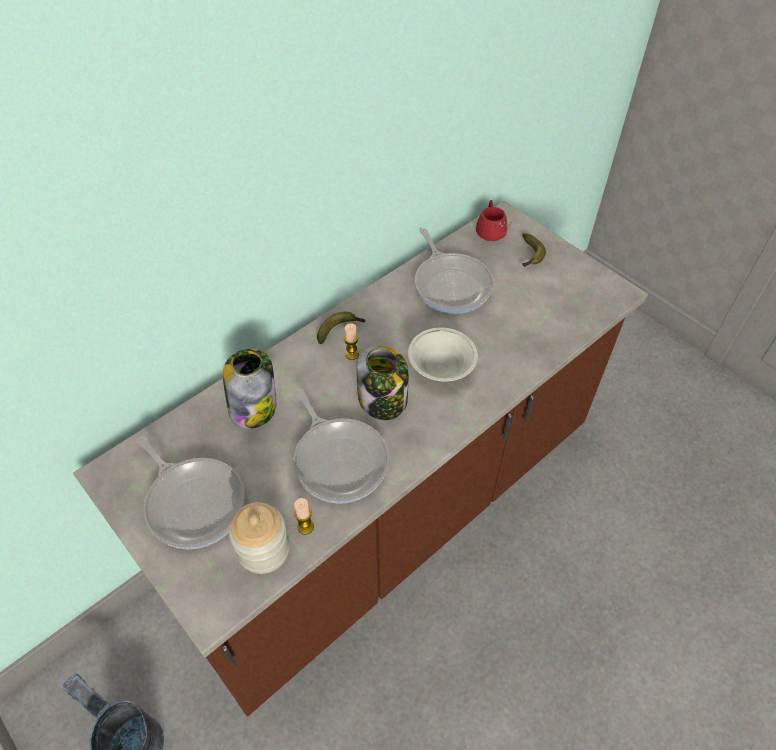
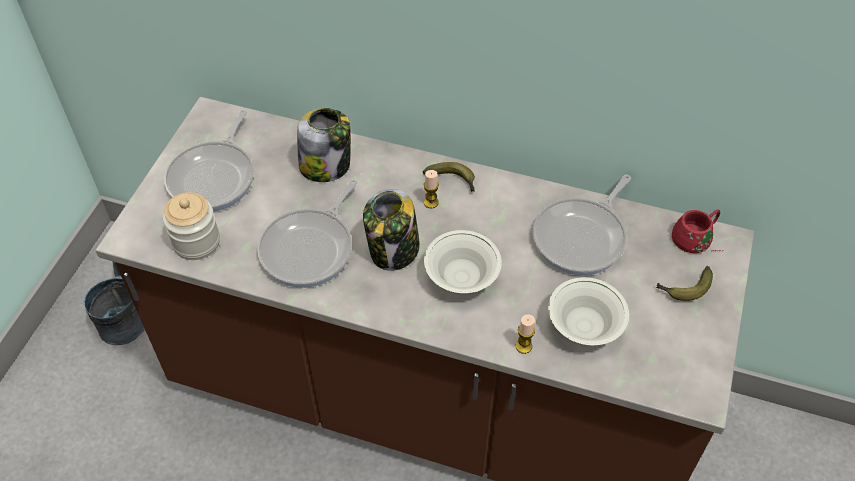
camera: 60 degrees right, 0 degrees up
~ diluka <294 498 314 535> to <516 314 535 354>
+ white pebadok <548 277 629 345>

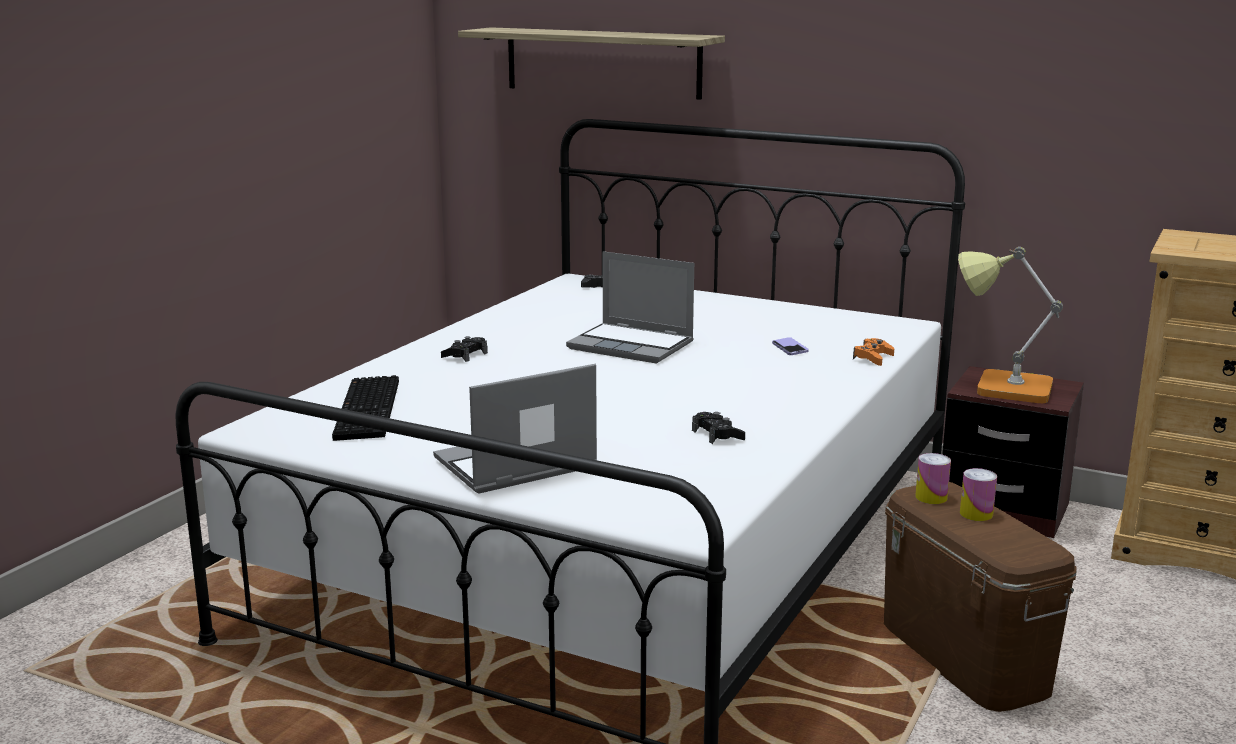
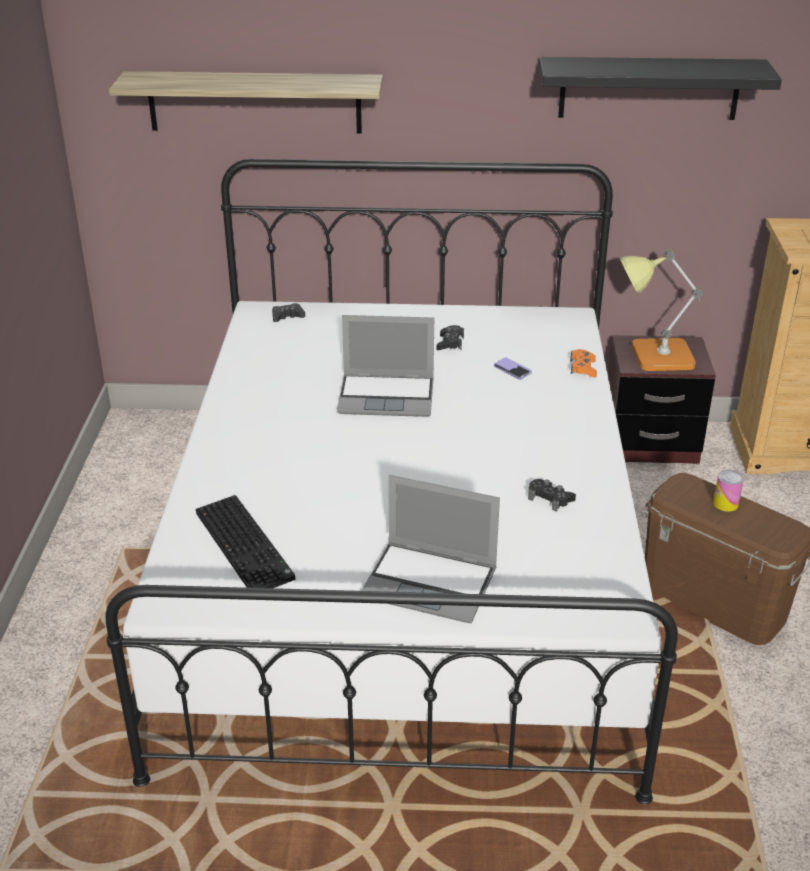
camera: 25 degrees left, 15 degrees up
~ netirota <433 364 597 494> = <361 475 500 623> 105 degrees counterclockwise
~ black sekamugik <441 336 488 362> to <437 325 464 350>
+ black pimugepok <539 57 782 120>
- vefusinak <915 453 951 504>

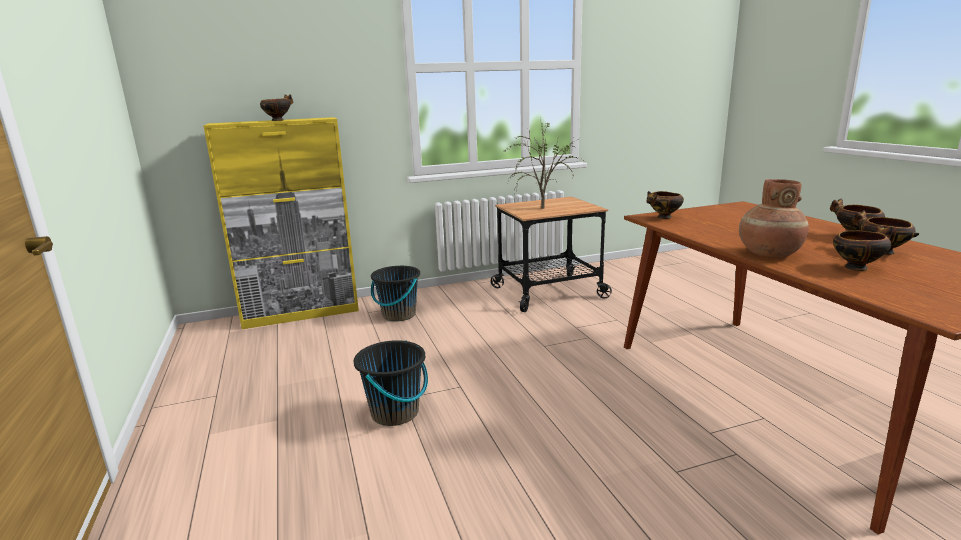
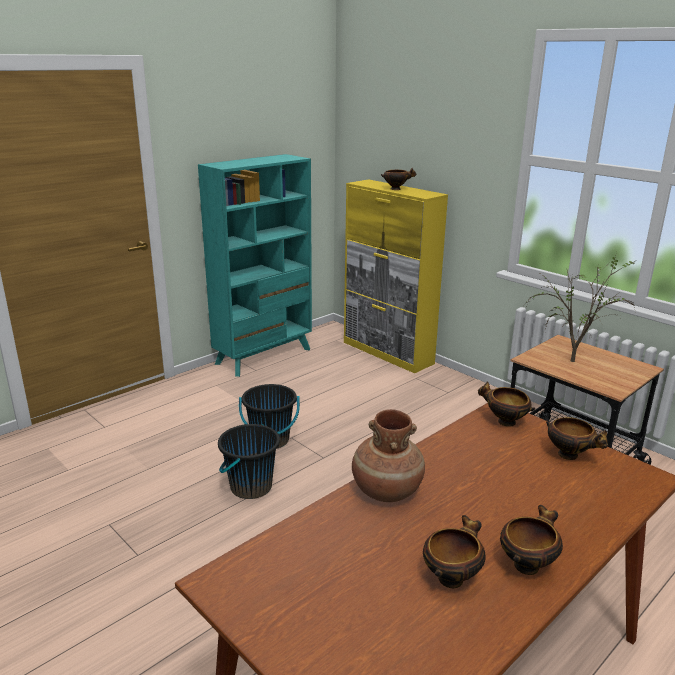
camera: 65 degrees right, 5 degrees up
+ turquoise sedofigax <198 154 312 377>
~ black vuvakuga <371 266 420 321> to <218 424 280 499>
~ pebadok <833 224 893 271> to <546 417 608 460>

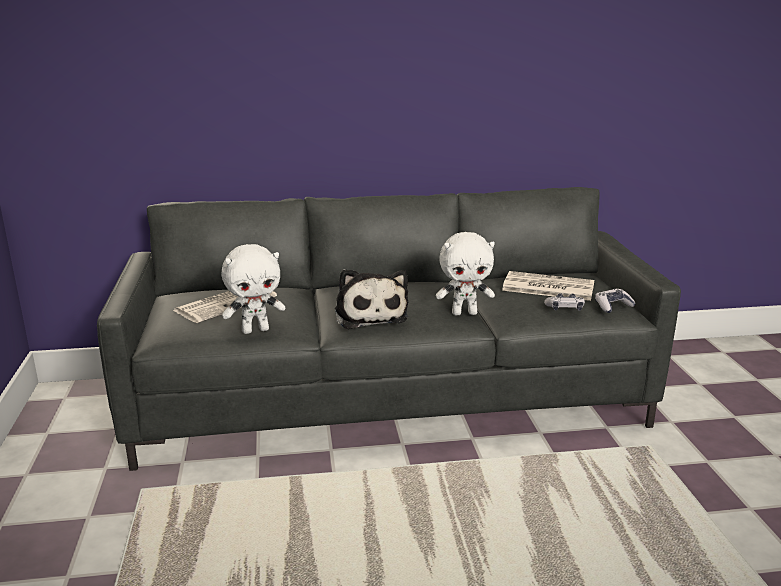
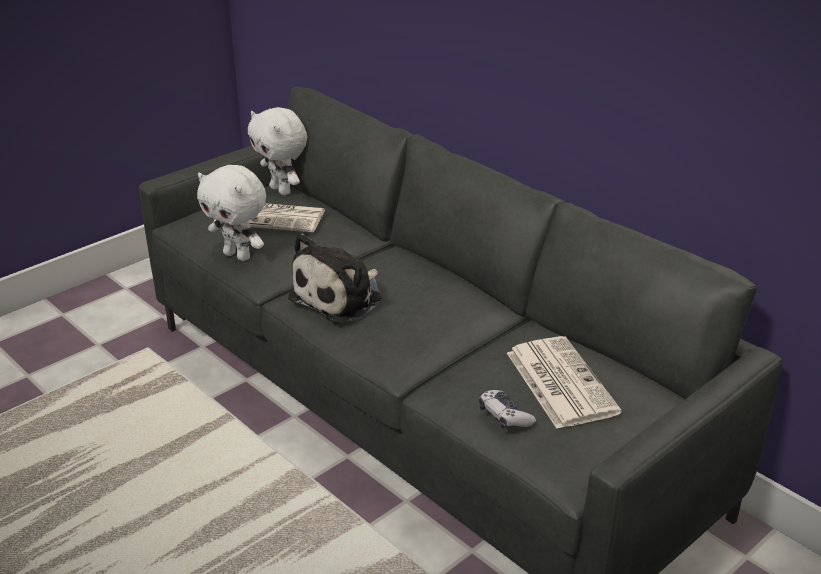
camera: 55 degrees right, 10 degrees up
~ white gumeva <436 232 495 315> to <248 107 307 195>
- sekamugik <595 289 636 313>

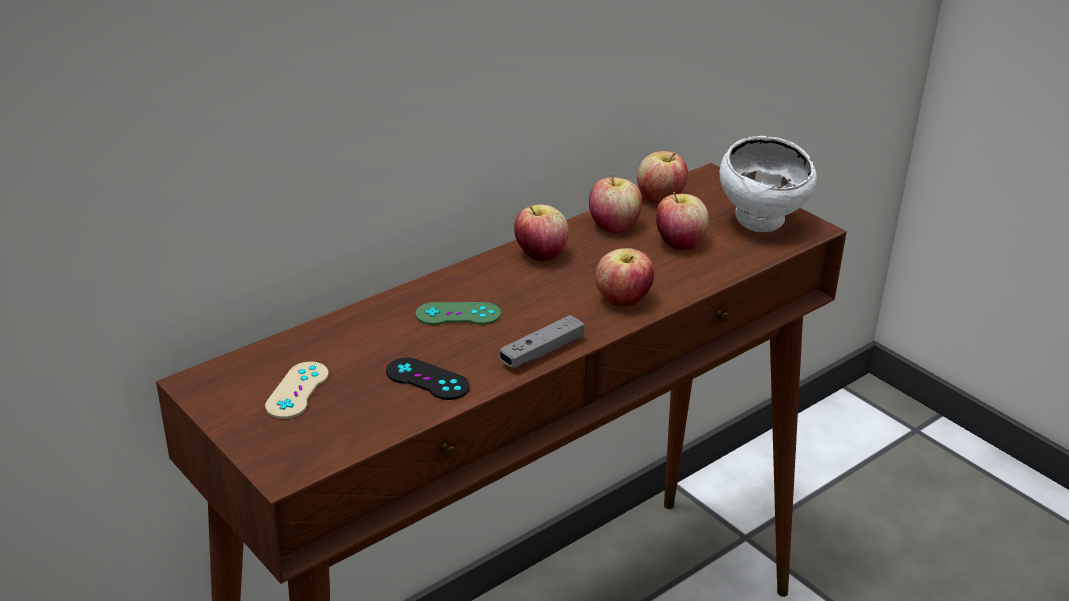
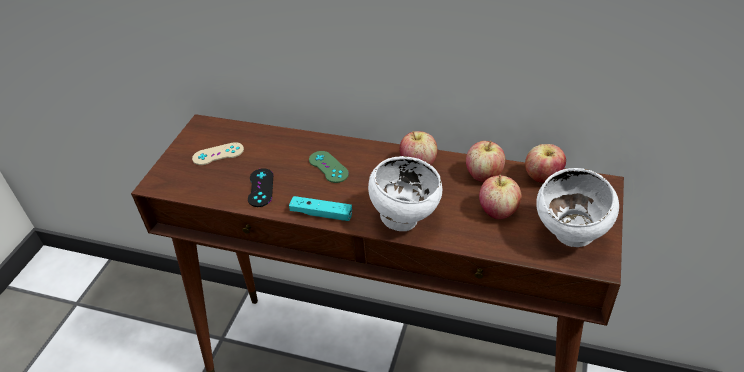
camera: 60 degrees right, 10 degrees up
~ grey sekamugik <499 315 585 368> to turquoise sekamugik <289 196 352 221>
~ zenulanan <596 248 654 306> to white pebadok <368 156 443 231>

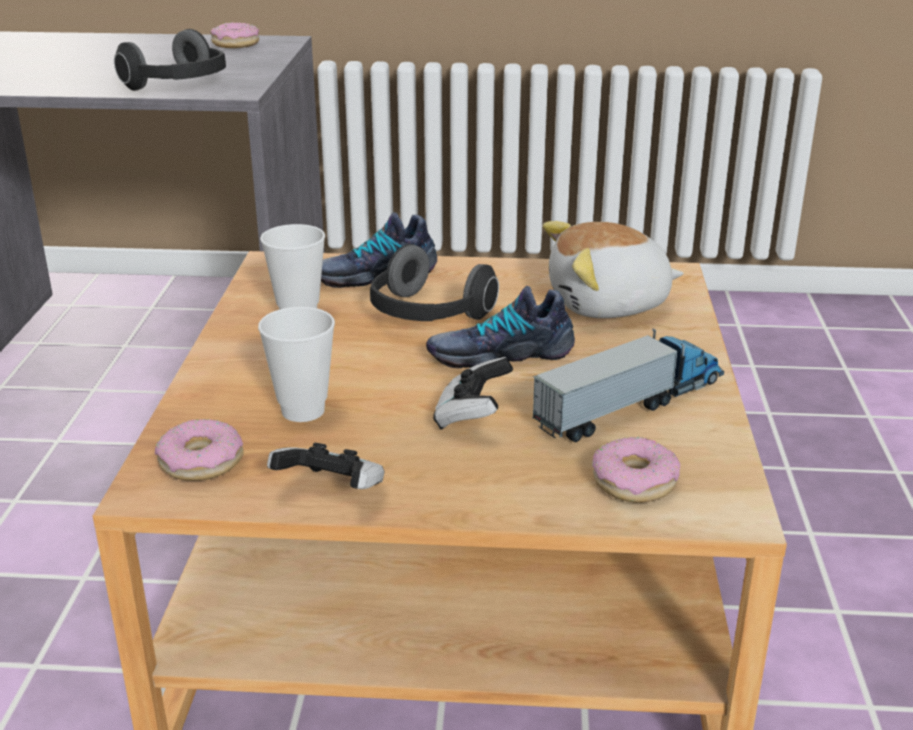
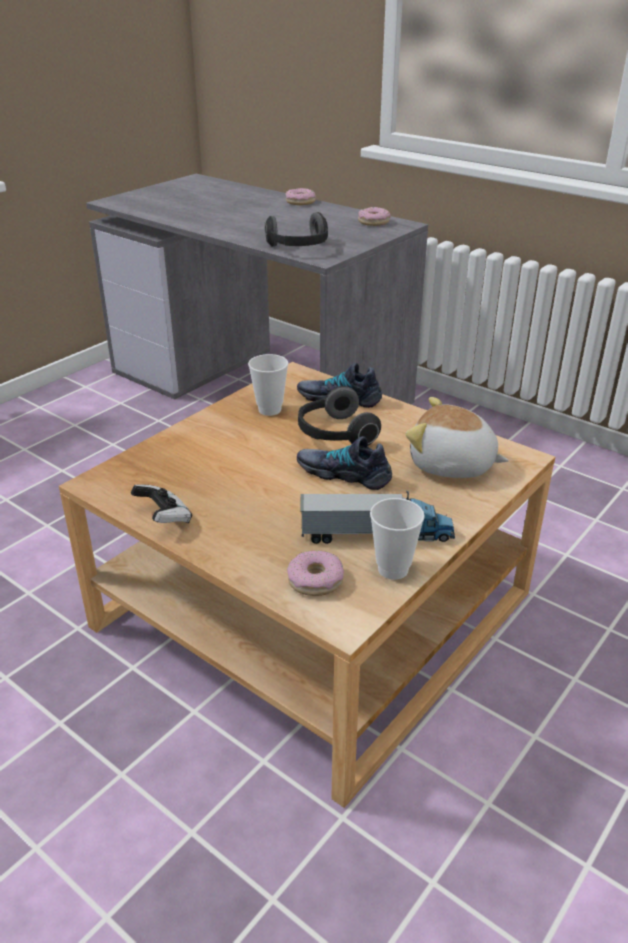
camera: 35 degrees right, 5 degrees up
~ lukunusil <155 419 244 481> to <286 188 316 205>
~ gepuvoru <258 307 335 422> to <370 498 425 580>
- sekamugik <433 357 513 430>

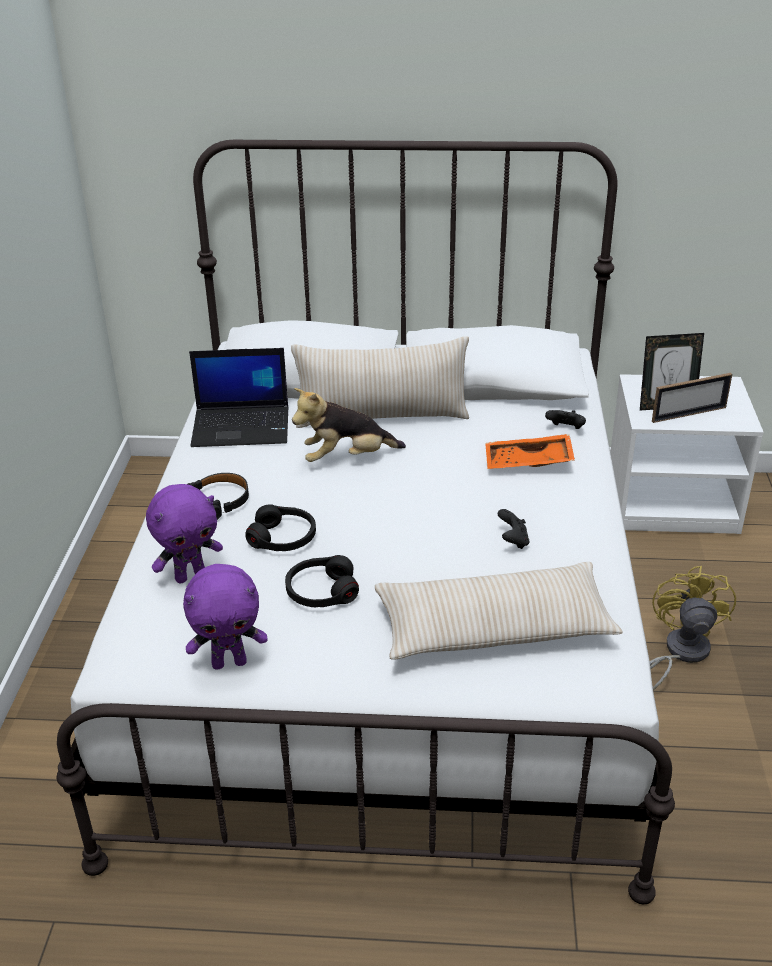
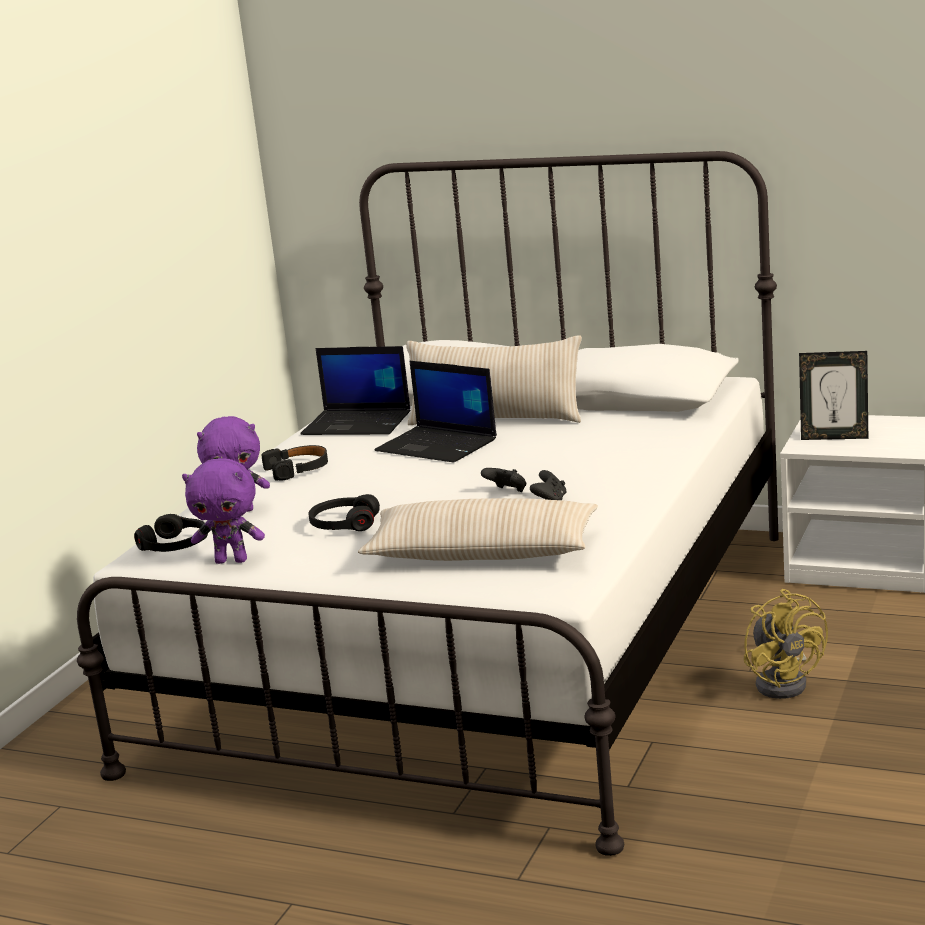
camera: 20 degrees right, 15 degrees down
~ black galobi <245 504 316 551> to <134 514 208 552>
~ gumeva <292 388 406 462> to netirota <375 361 497 463>
~ black sekamugik <545 410 586 429> to <481 468 527 492>
~ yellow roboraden <650 566 736 691> = <744 589 828 699> 135 degrees clockwise
- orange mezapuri <485 434 575 469>
- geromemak <652 373 732 423>

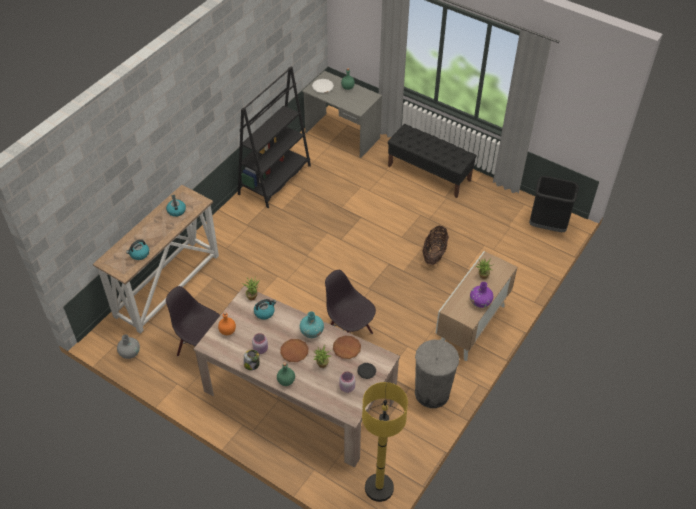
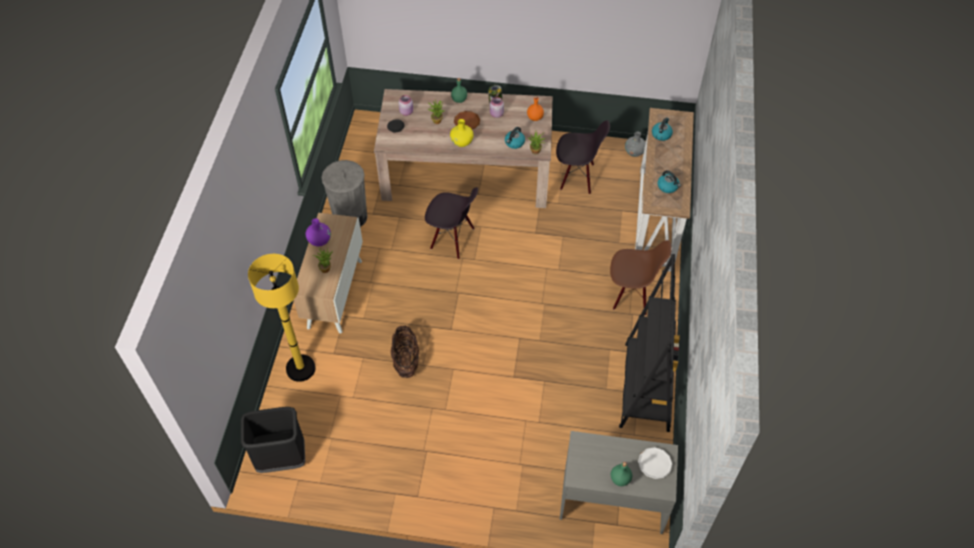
camera: 155 degrees right, 5 degrees up
~ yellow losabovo <362 382 408 502> to <248 254 316 382>
~ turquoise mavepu <300 311 324 338> to yellow mavepu <450 119 474 147>
+ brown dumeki <610 240 672 315>
- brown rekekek <333 336 361 359>
- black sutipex <388 124 477 198>

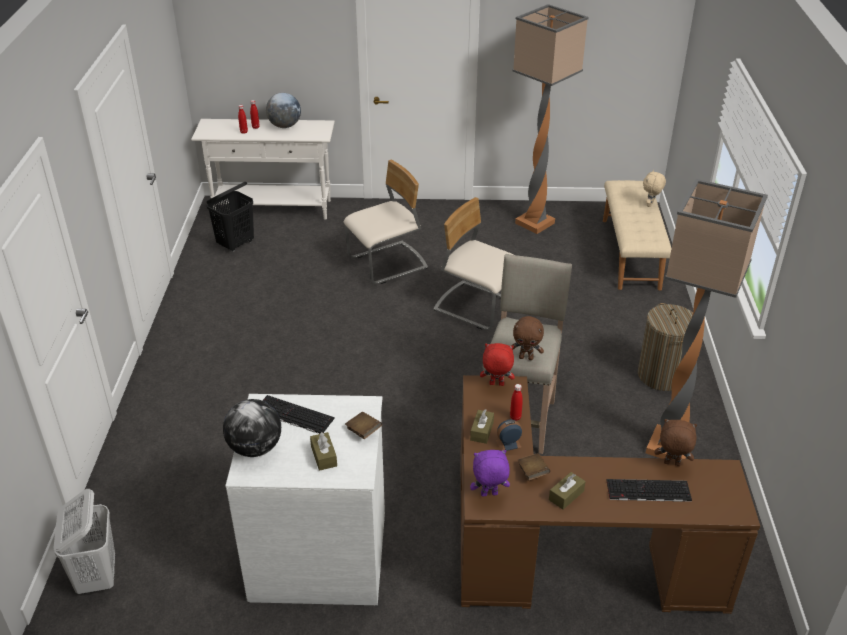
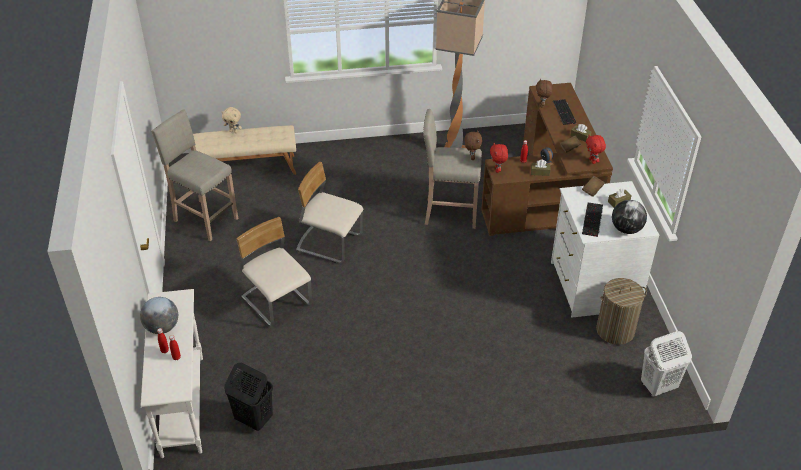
camera: 100 degrees left, 5 degrees up
~ losabovo <512 4 589 234> to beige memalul <151 109 239 241>
~ beige dumeki <433 197 514 330> = <296 162 363 263> 90 degrees clockwise
~ purple gumeva <470 450 510 497> to red gumeva <586 135 606 164>
~ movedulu <638 303 693 391> to <596 278 647 345>

